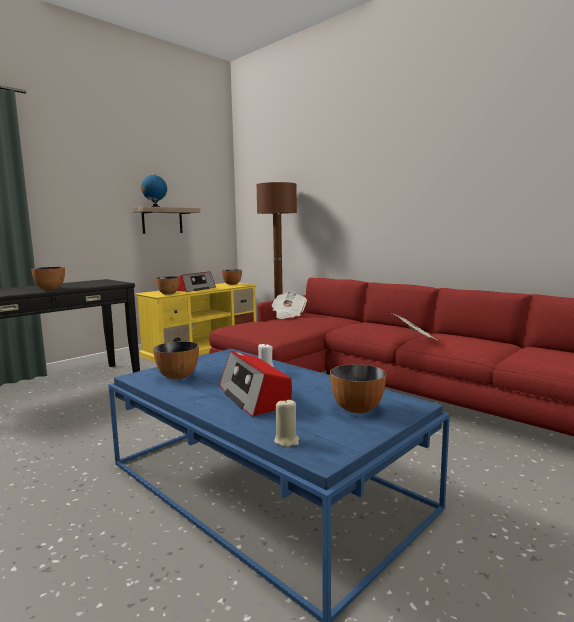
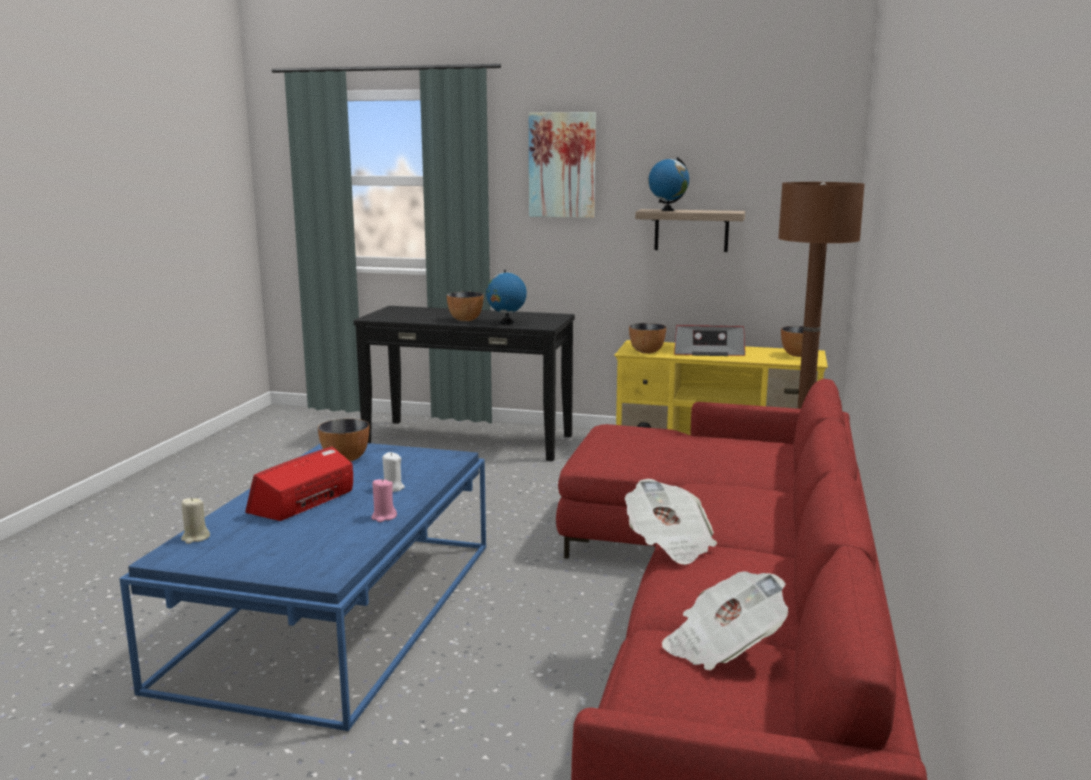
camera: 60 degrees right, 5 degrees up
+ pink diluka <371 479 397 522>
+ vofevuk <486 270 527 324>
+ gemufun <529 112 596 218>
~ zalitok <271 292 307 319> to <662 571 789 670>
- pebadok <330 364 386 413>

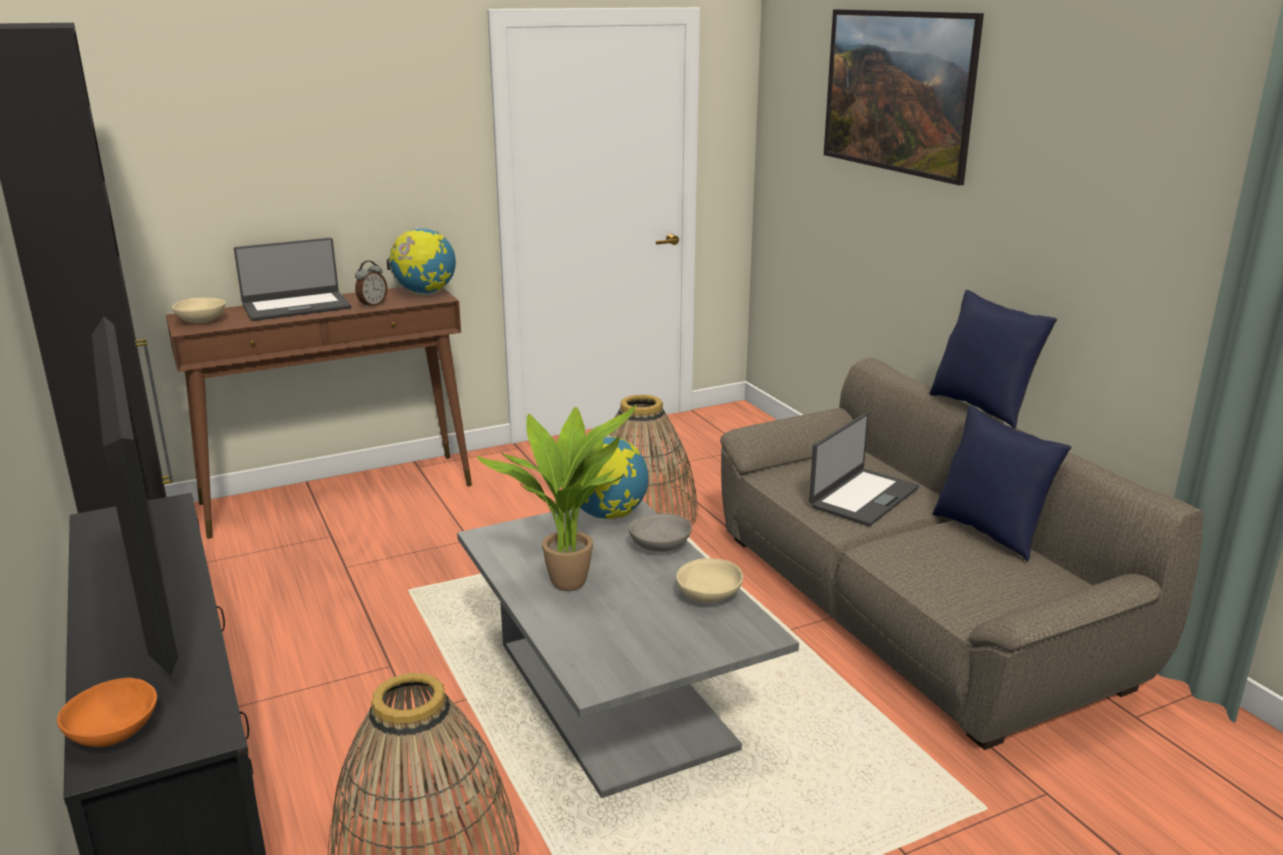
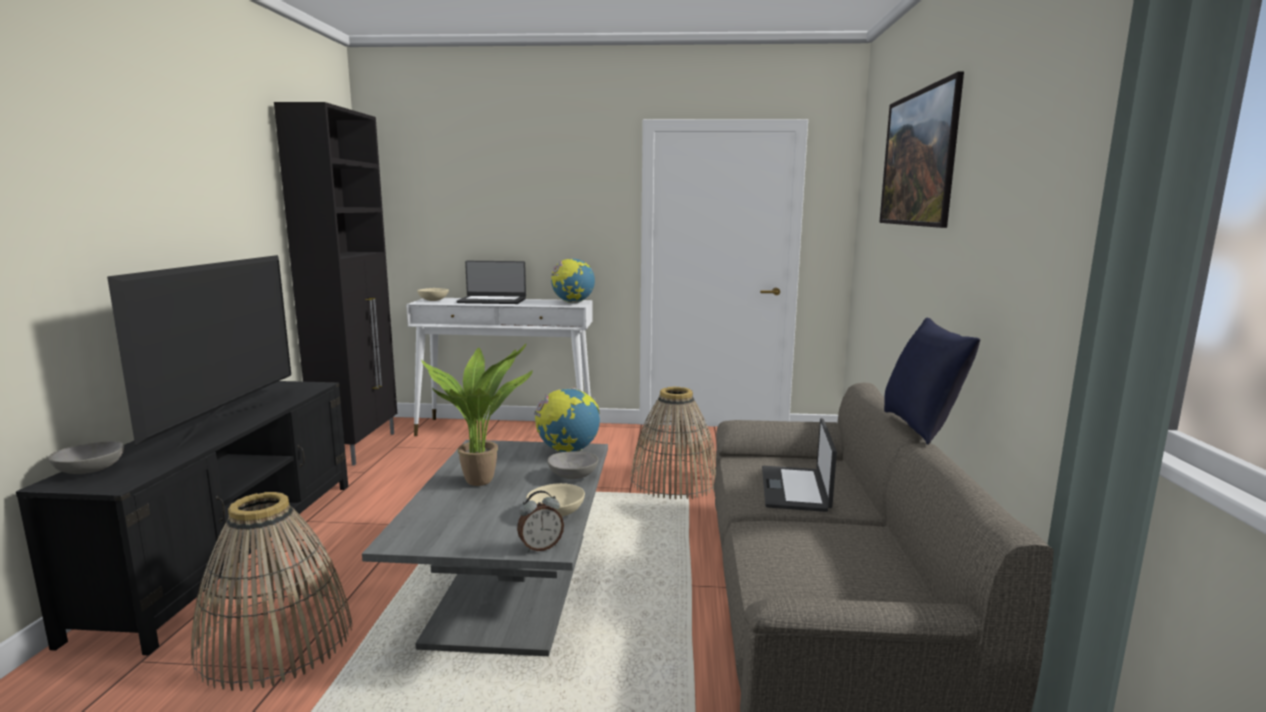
camera: 30 degrees right, 10 degrees down
~ orange pebadok <57 678 157 747> to grey pebadok <48 441 124 474>
~ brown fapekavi <166 287 472 539> to white fapekavi <406 298 592 436>
~ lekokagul <355 261 388 308> to <517 491 564 552>
~ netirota <809 413 919 526> = <762 418 837 512> 120 degrees clockwise
- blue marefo <933 406 1071 561>

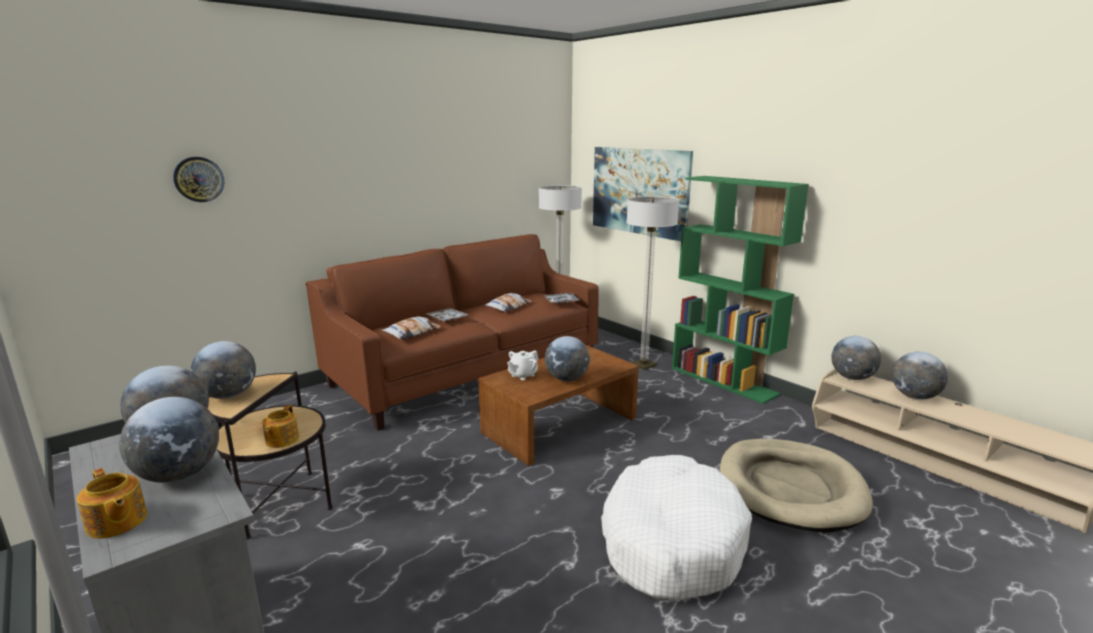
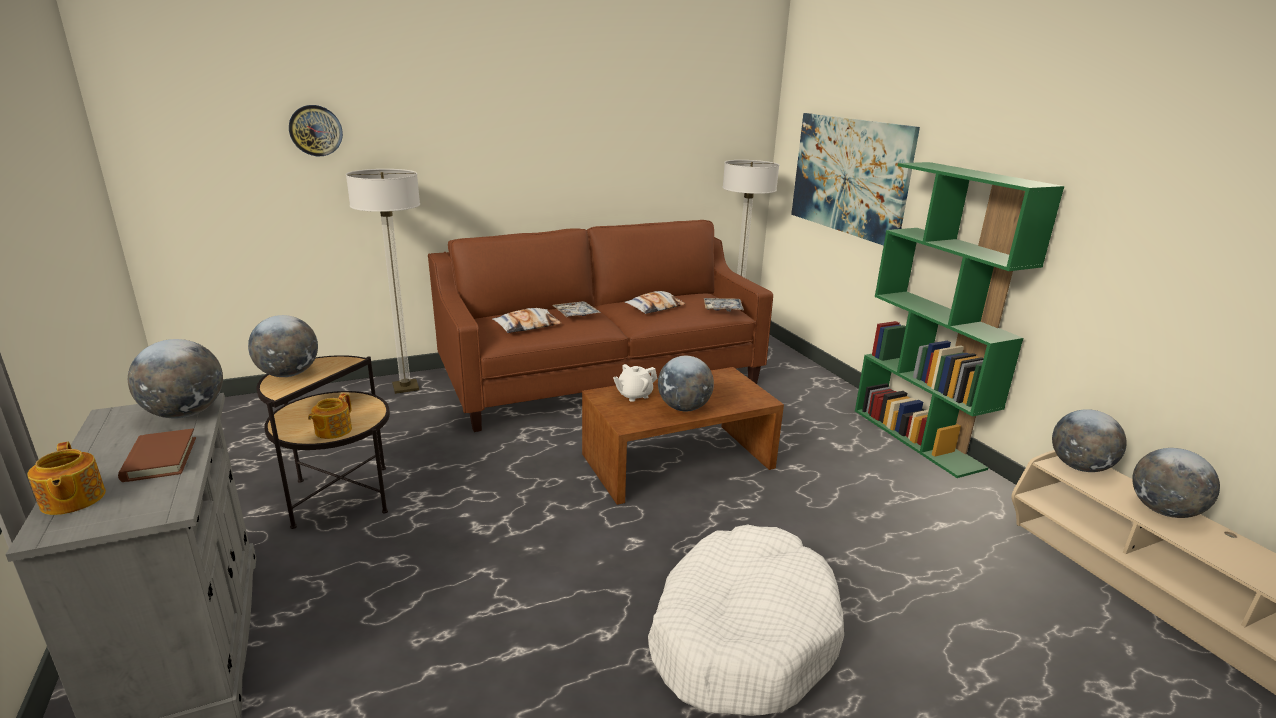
camera: 15 degrees right, 5 degrees up
~ vofevuk <119 397 219 483> to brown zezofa <118 429 196 482>
~ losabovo <626 196 679 370> to <346 169 420 394>
- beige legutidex <720 439 873 533>

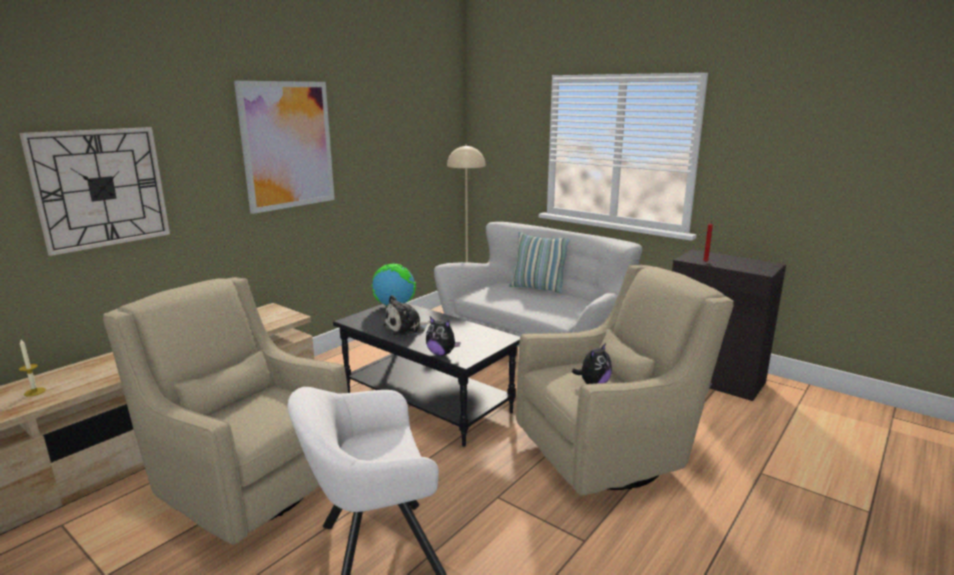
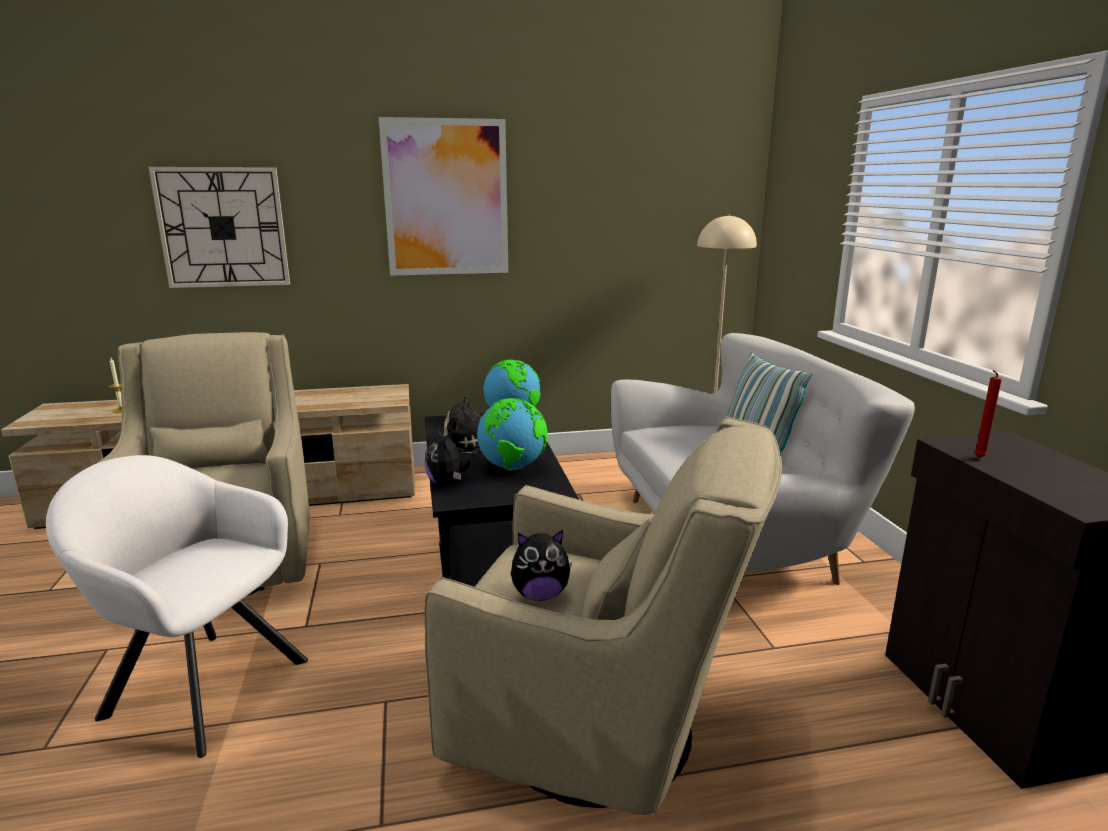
camera: 40 degrees right, 0 degrees up
+ vofevuk <477 398 548 471>

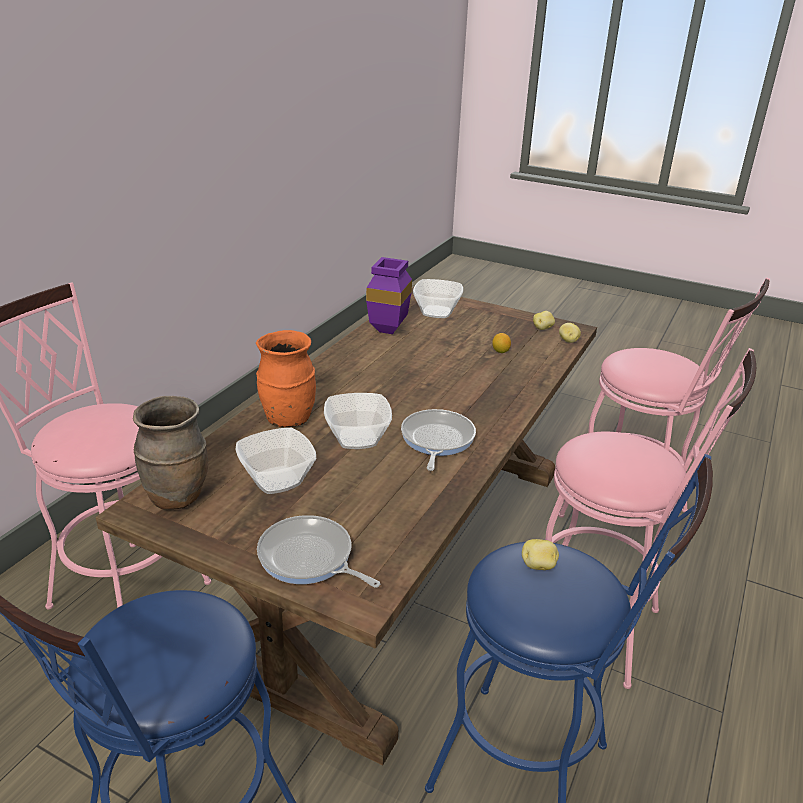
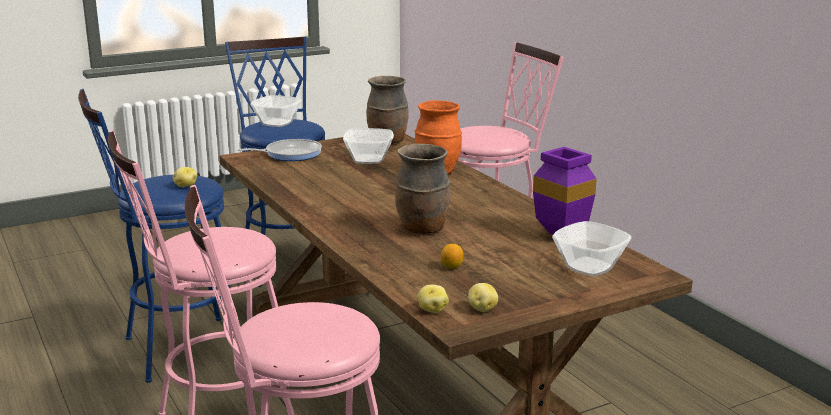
camera: 125 degrees right, 10 degrees down
~ pebadok <324 393 392 449> to <250 95 302 127>
+ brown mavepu <395 144 450 234>
- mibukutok <401 409 476 471>

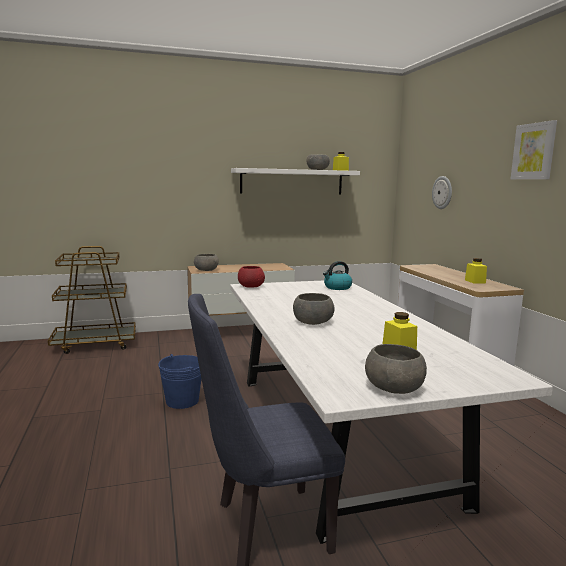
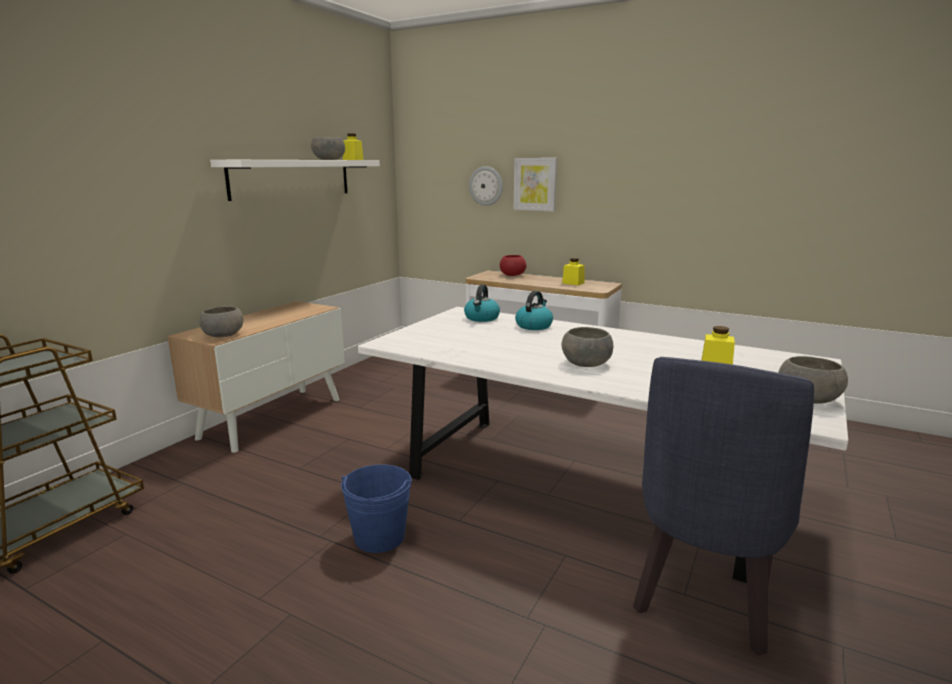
camera: 45 degrees left, 5 degrees up
~ red pebadok <238 266 265 287> to <500 255 527 276>
~ gemufun <511 120 557 179> to <514 158 557 211>
+ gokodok <515 291 553 330>

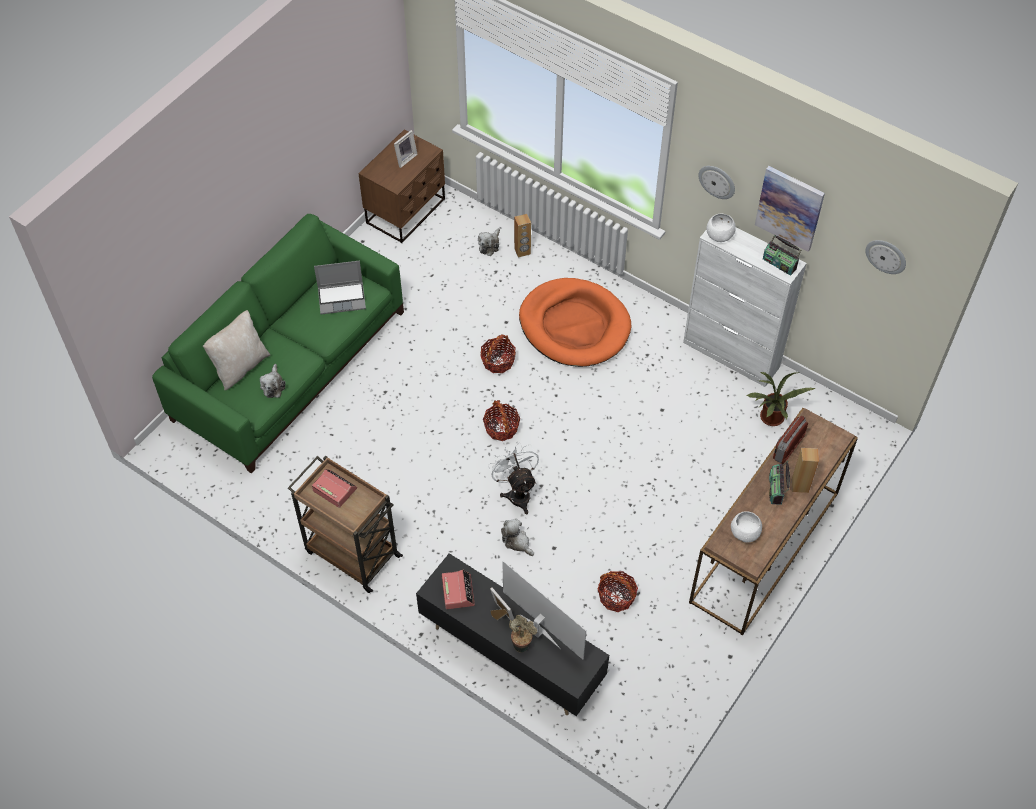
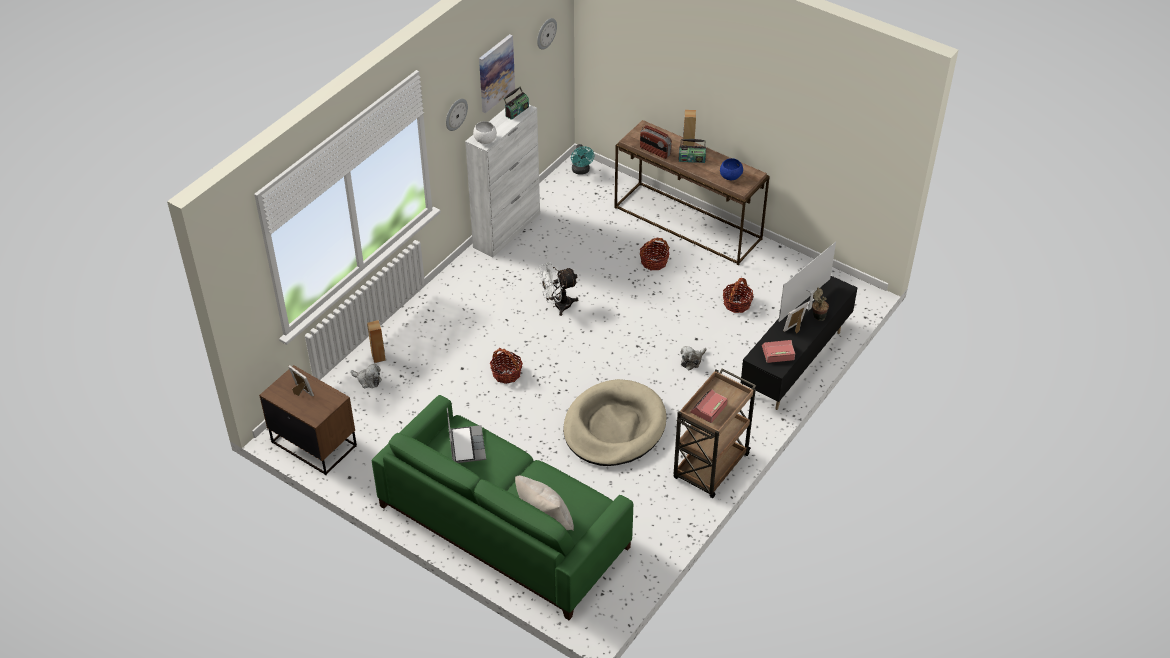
camera: 90 degrees left, 10 degrees down
~ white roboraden <488 443 539 514> to <538 262 578 316>
+ beige legutidex <563 379 667 466>
+ turquoise roboraden <571 144 594 175>
~ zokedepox <483 400 520 441> to <639 238 670 270>
~ white pebadok <731 511 762 542> to blue pebadok <720 158 743 180>
- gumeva <260 364 286 398>
- orange legutidex <519 278 631 367>
- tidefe <746 372 816 426>

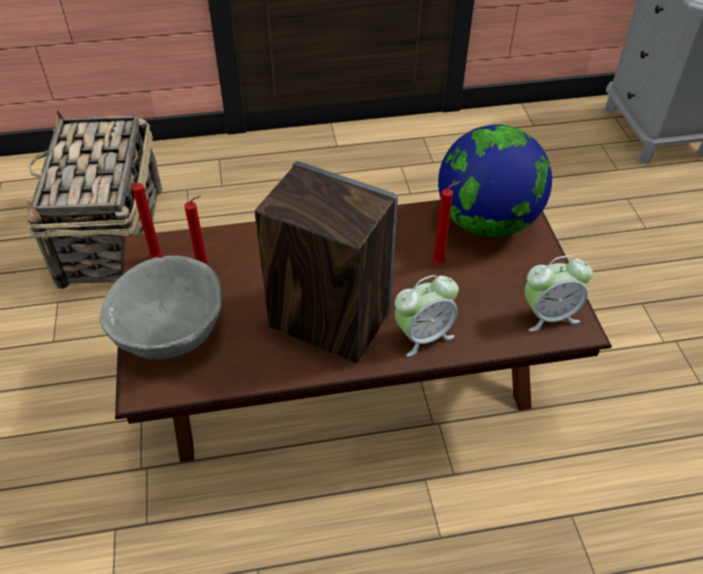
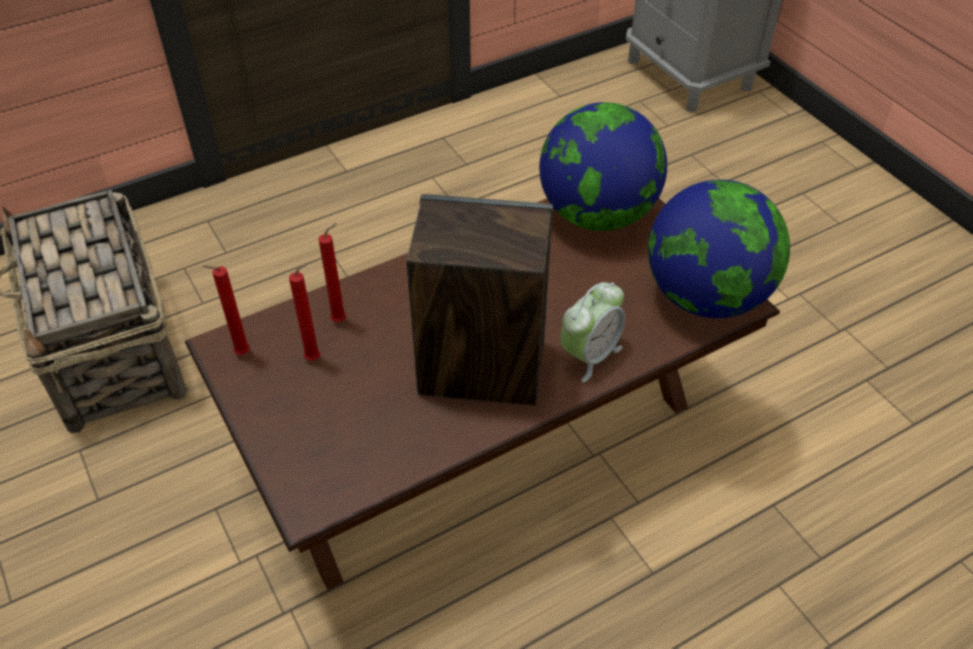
camera: 20 degrees left, 0 degrees up
~ red diluka <432 181 460 264> to <318 223 346 322>
~ lekokagul <525 256 593 331> to vofevuk <648 180 790 318>
- grey pebadok <99 256 222 359>

